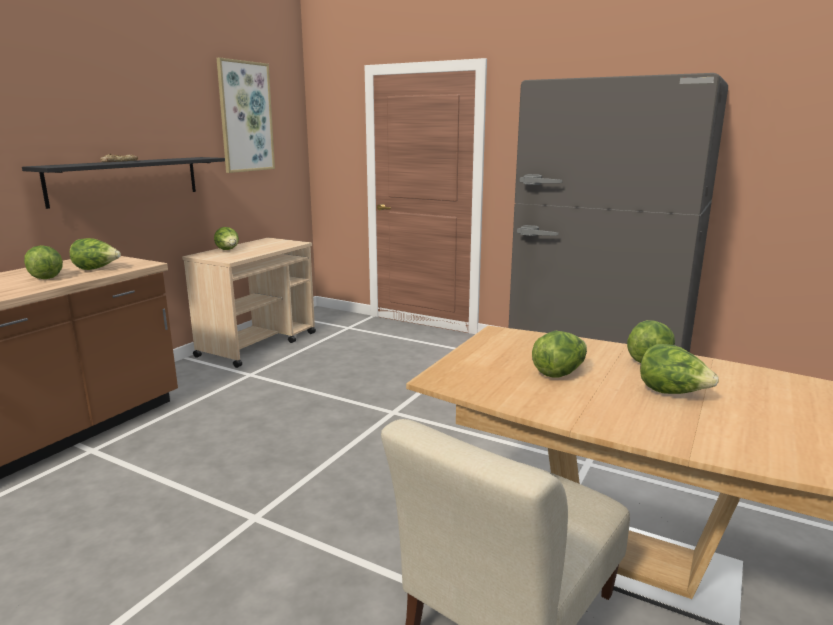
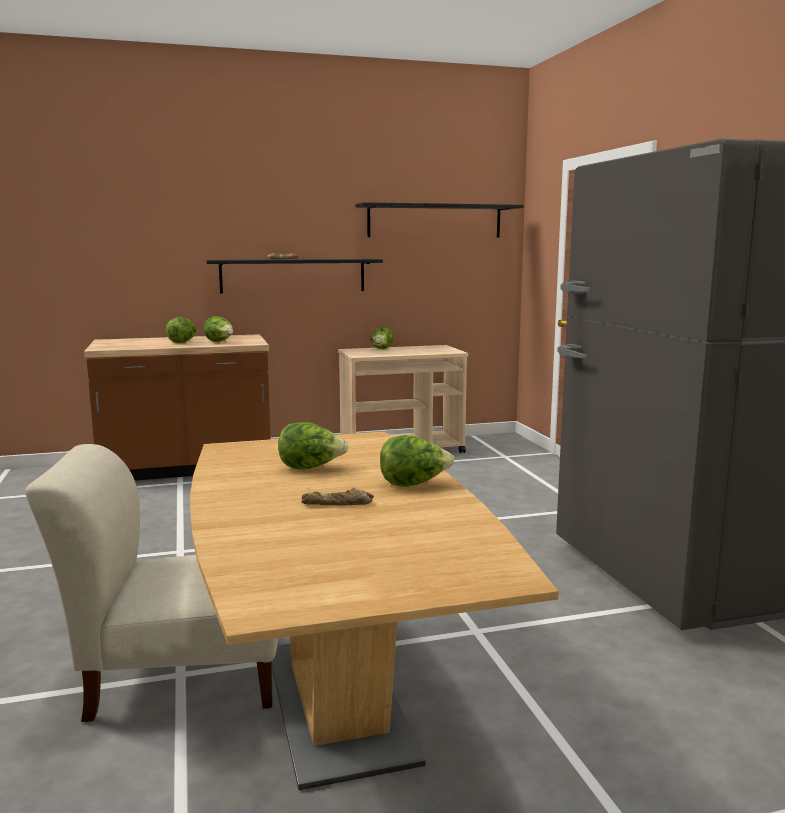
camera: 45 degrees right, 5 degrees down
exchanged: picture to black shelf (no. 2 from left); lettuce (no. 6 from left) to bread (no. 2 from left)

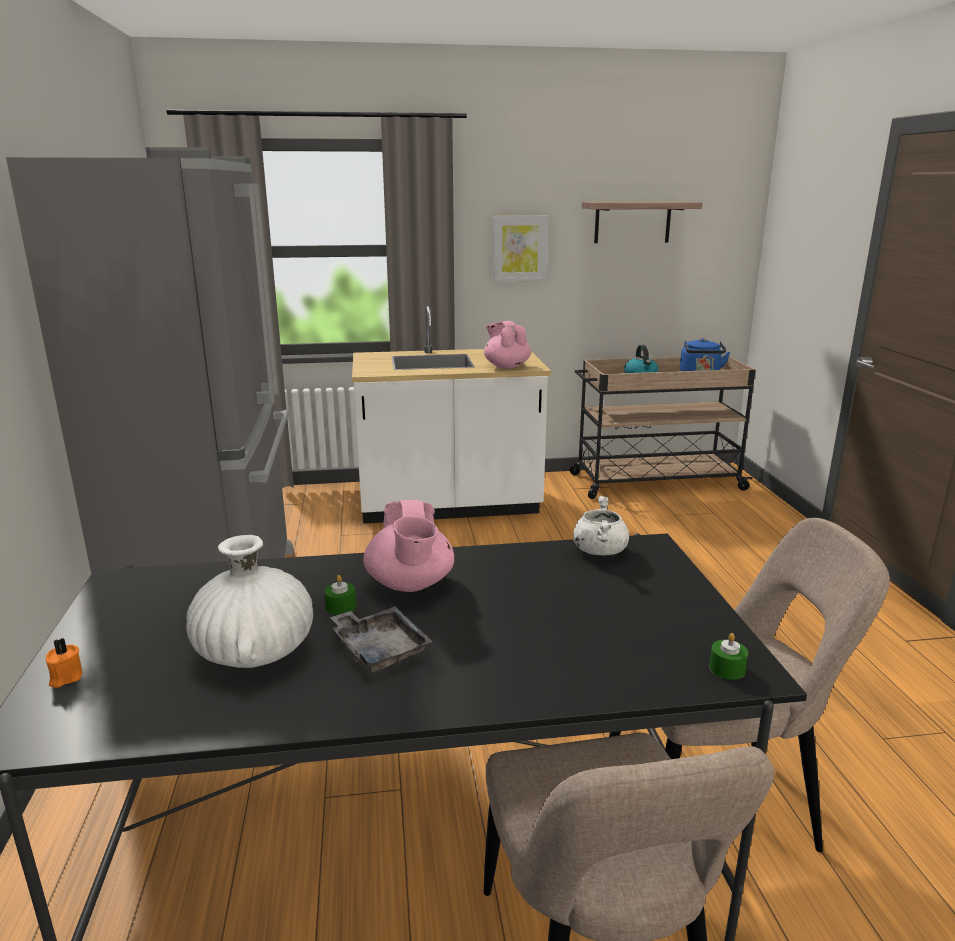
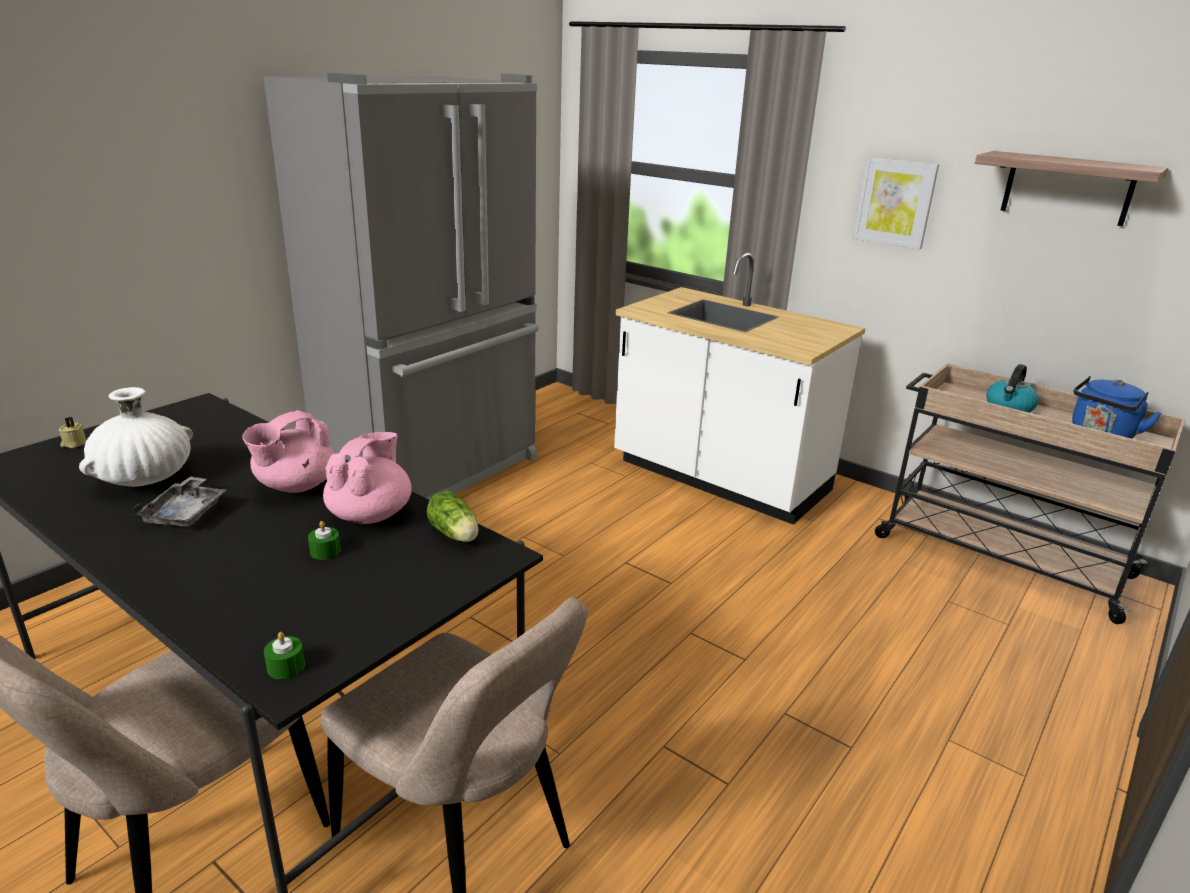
camera: 45 degrees right, 5 degrees up
relocated: green candle (no. 1 from left in the first image) to green candle (no. 2 from left); pink teapot (no. 2 from left)
exchanged: white cooking pot to lettuce
colour: orange candle to beige candle

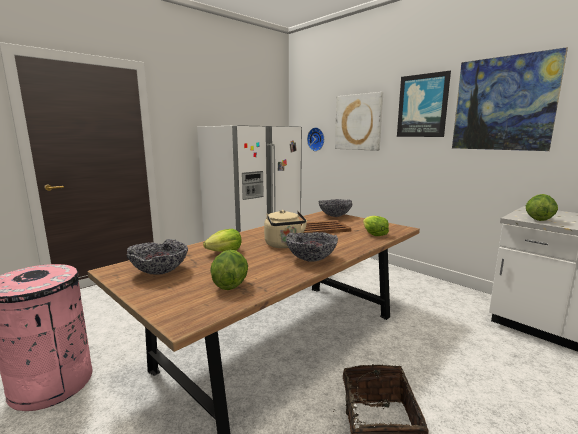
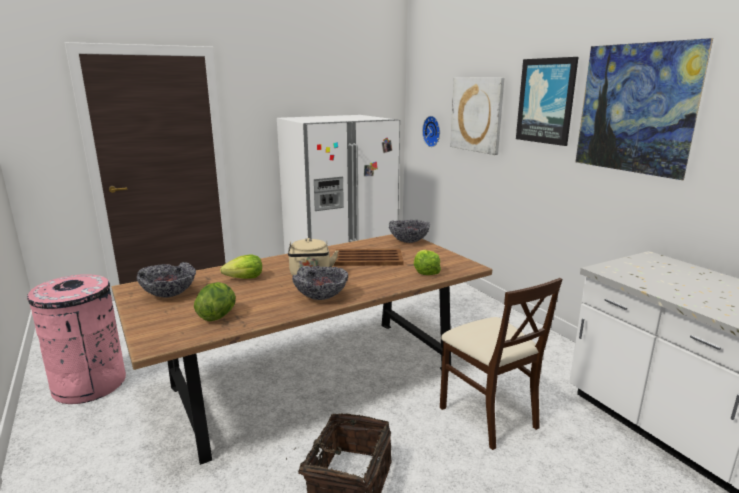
camera: 15 degrees right, 5 degrees up
missing: lettuce (no. 4 from left)
appeared: beige chair

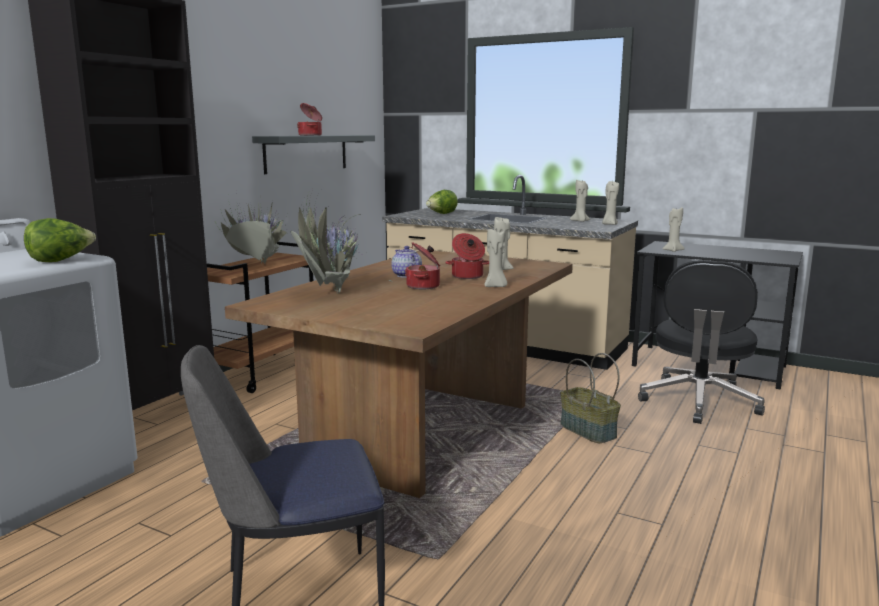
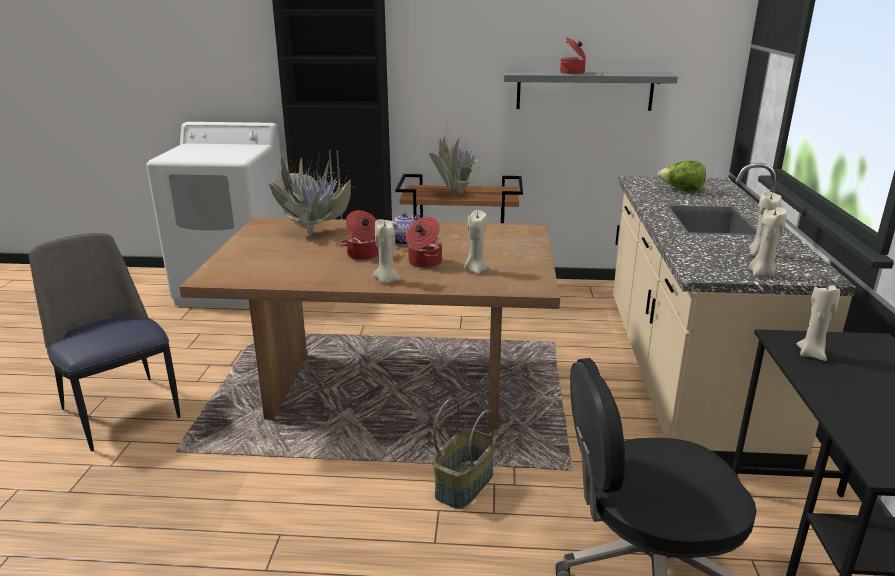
camera: 65 degrees right, 10 degrees up
missing: lettuce (no. 1 from left)

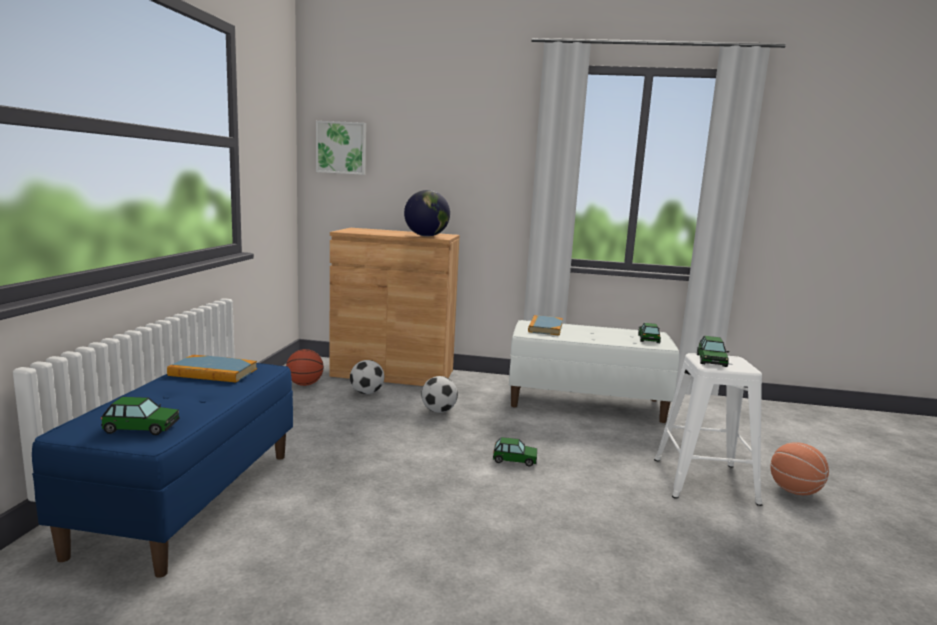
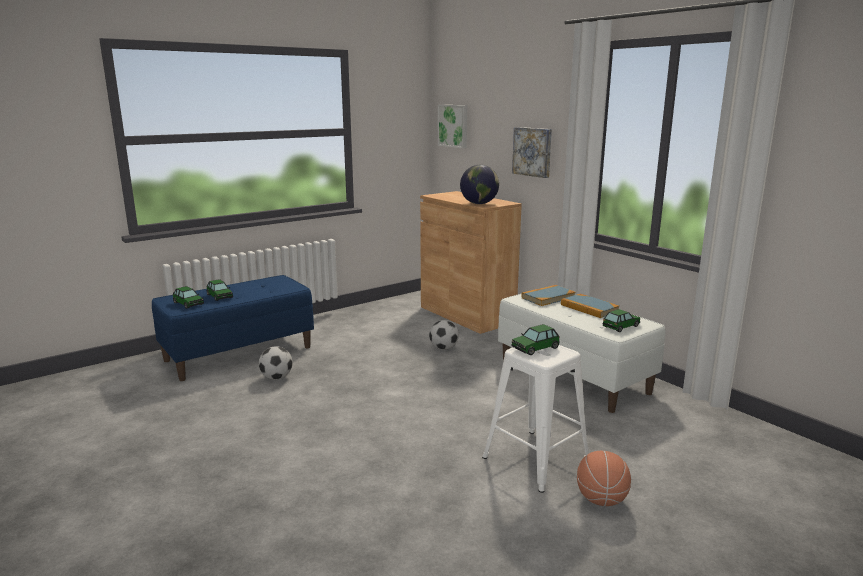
camera: 45 degrees right, 5 degrees up
missing: basketball (no. 1 from left)
appeared: picture (no. 2 from left)
relocated: book (no. 1 from left in the first image) to book (no. 2 from left); football (no. 1 from left); toy car (no. 2 from left)

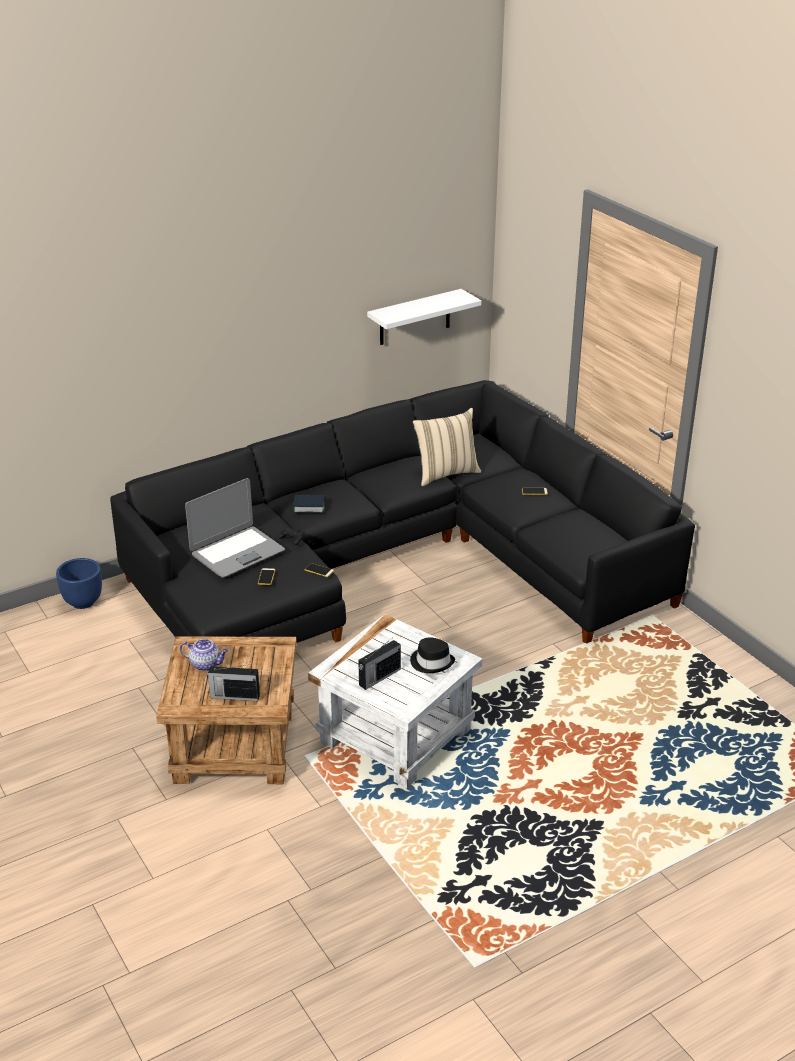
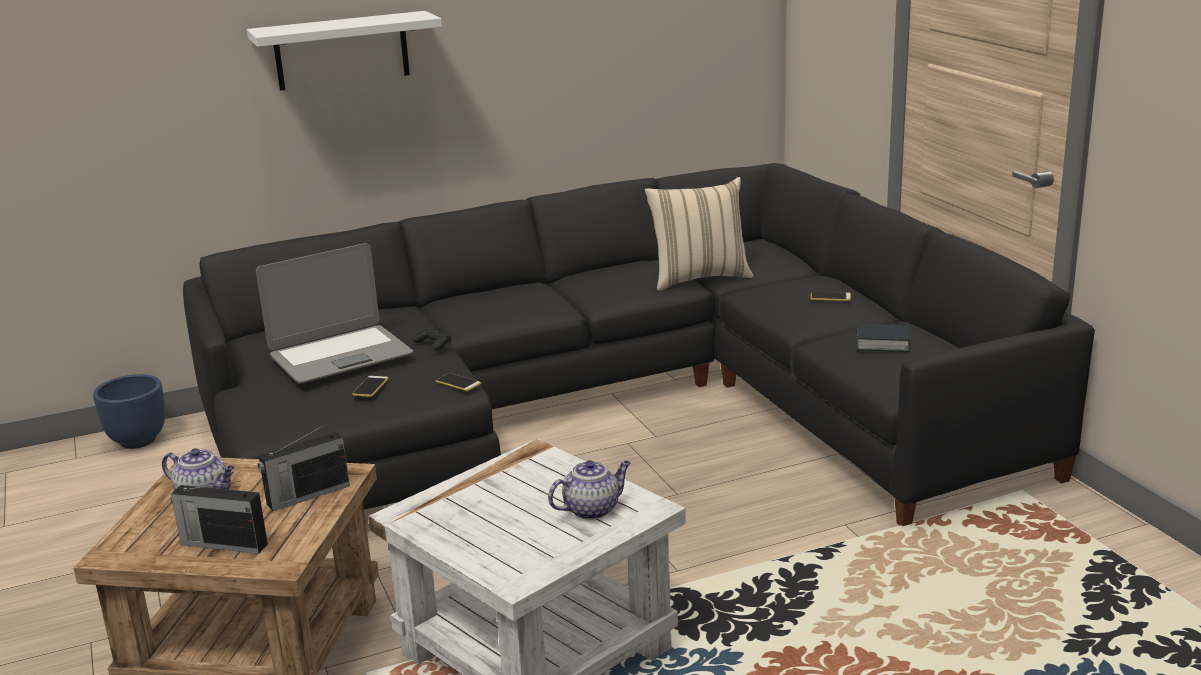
camera: 10 degrees right, 10 degrees down
relocated: book; radio (no. 2 from left); white shelf
exchanged: black hat to teapot (no. 2 from left)

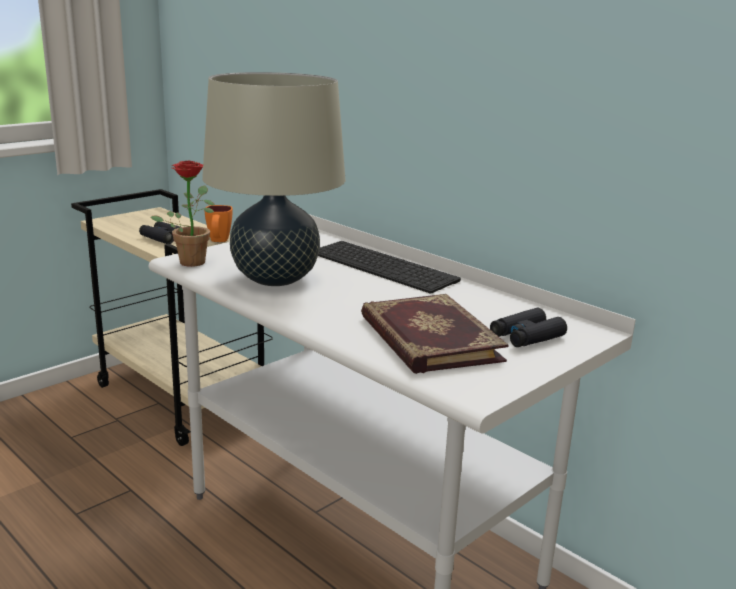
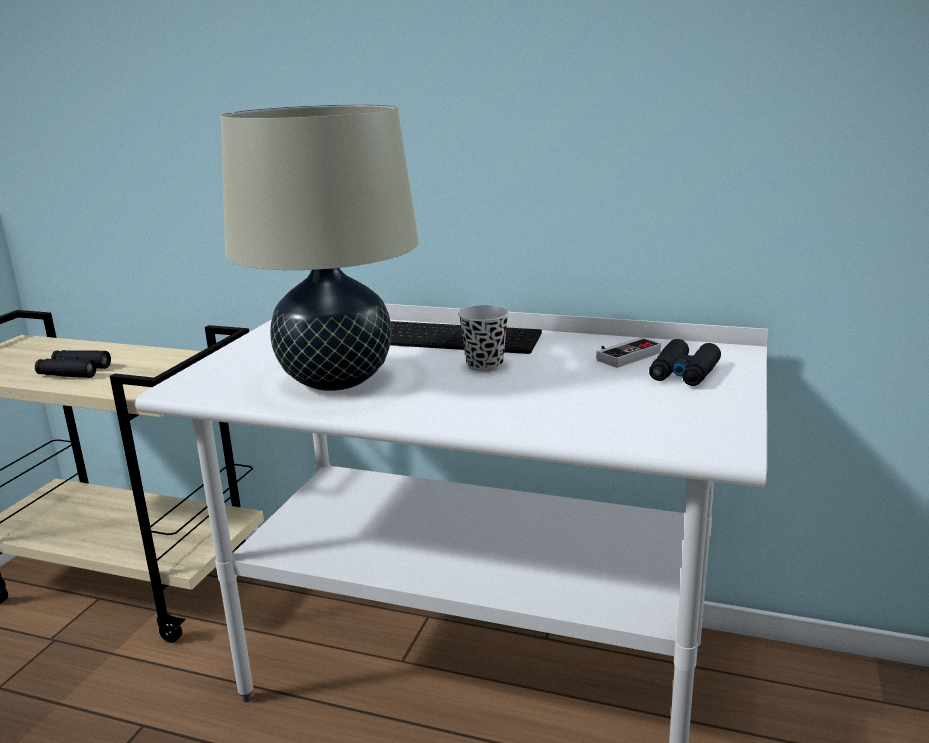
camera: 25 degrees left, 0 degrees up
missing: potted plant; orange mug; book
appeared: black cup; game controller

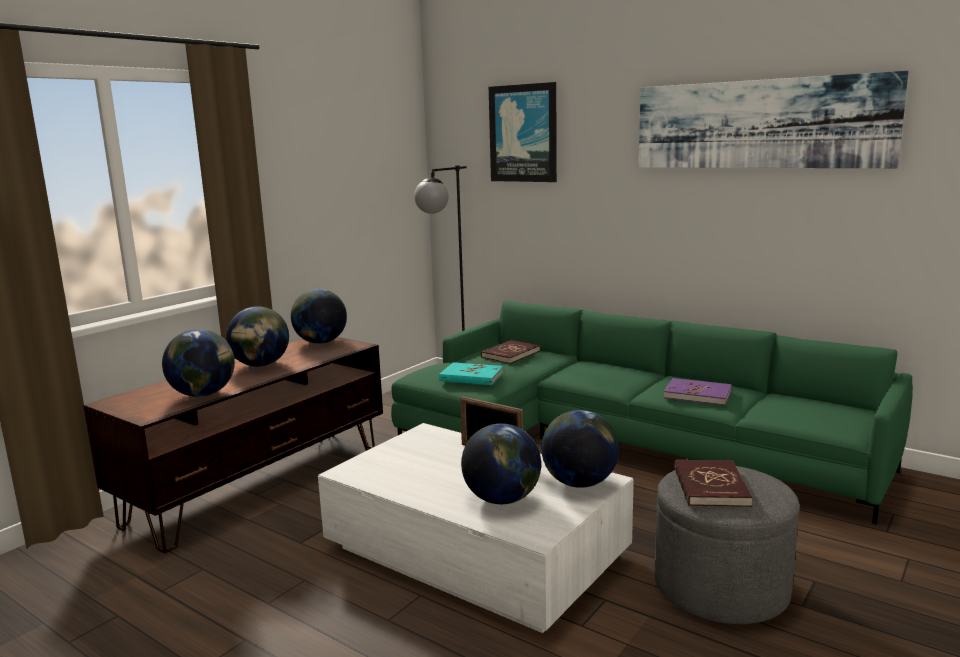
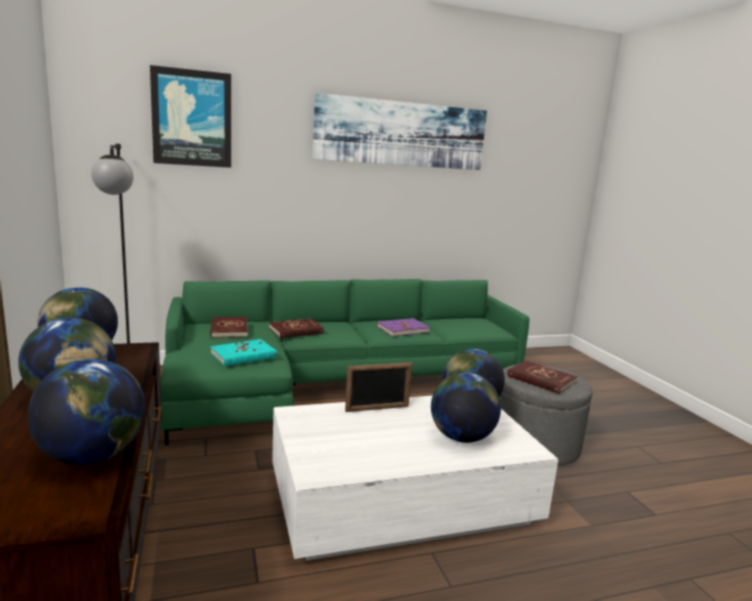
camera: 55 degrees left, 0 degrees up
appeared: red book (no. 2 from left)

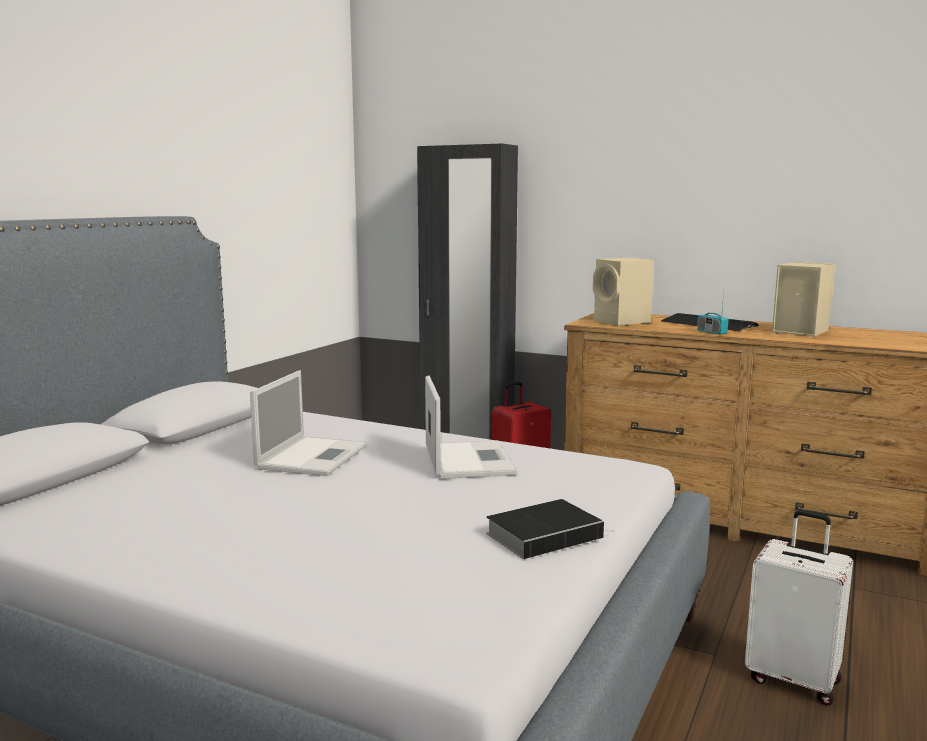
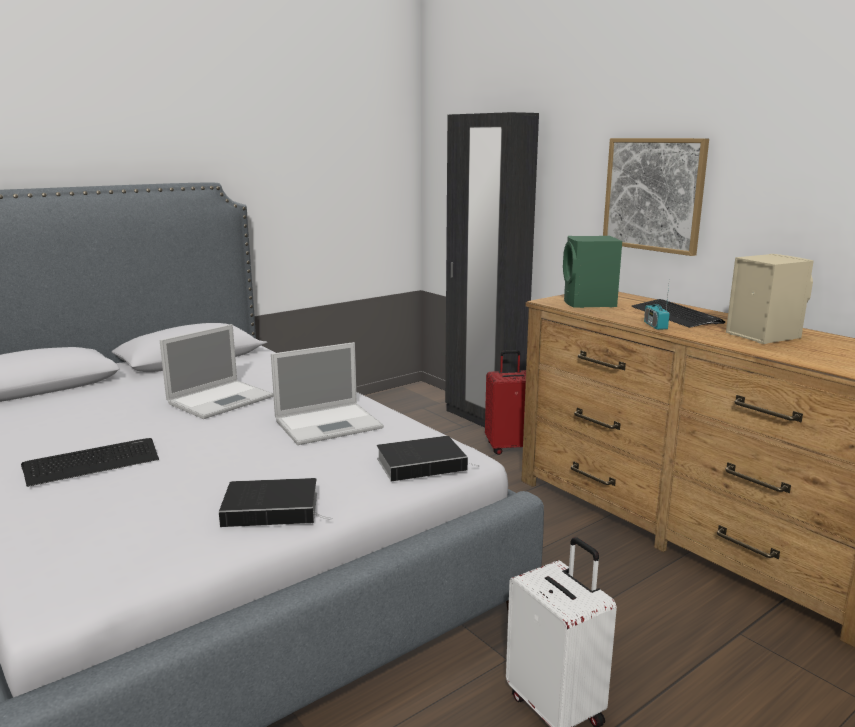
camera: 25 degrees right, 5 degrees up
appeared: keyboard (no. 1 from left); book (no. 2 from left); picture
colour: beige speaker (no. 1 from left) to green speaker
spun: laptop (no. 2 from left) 45 degrees clockwise

